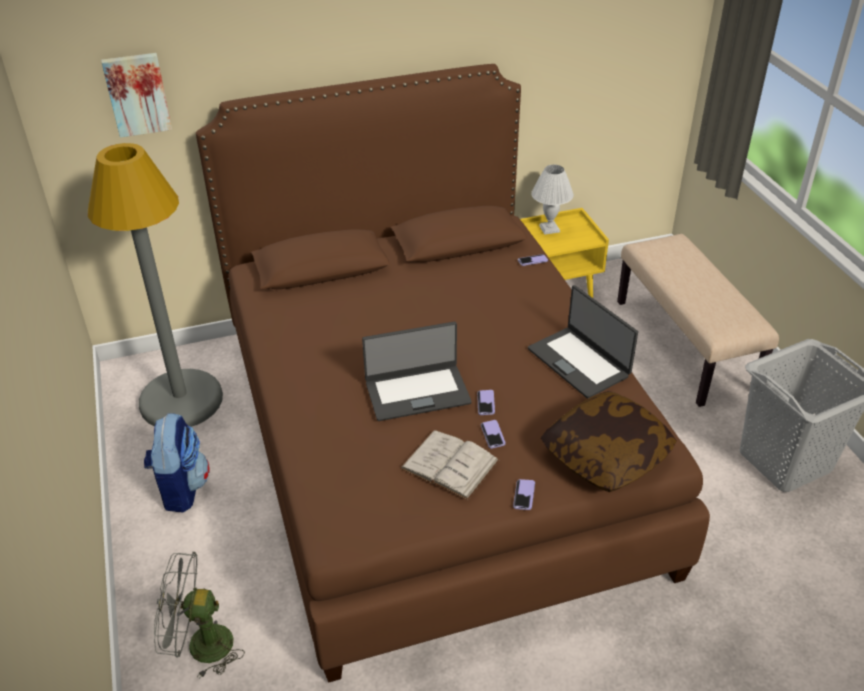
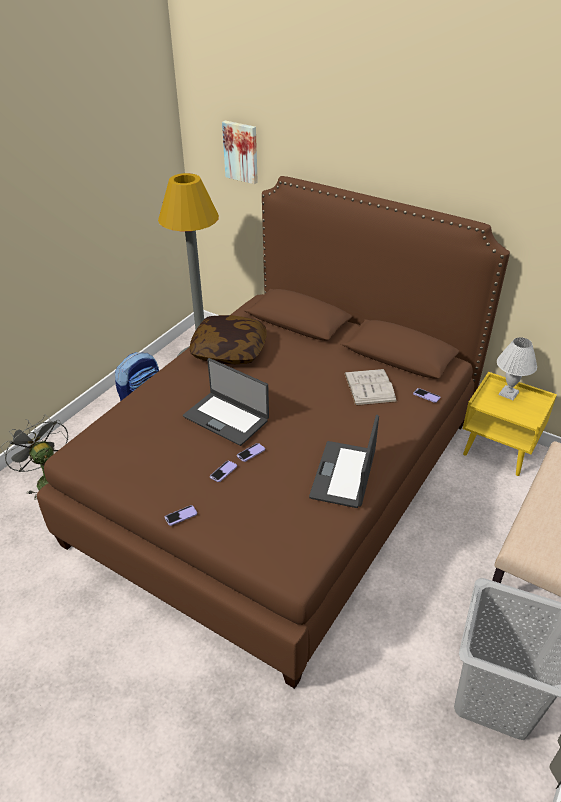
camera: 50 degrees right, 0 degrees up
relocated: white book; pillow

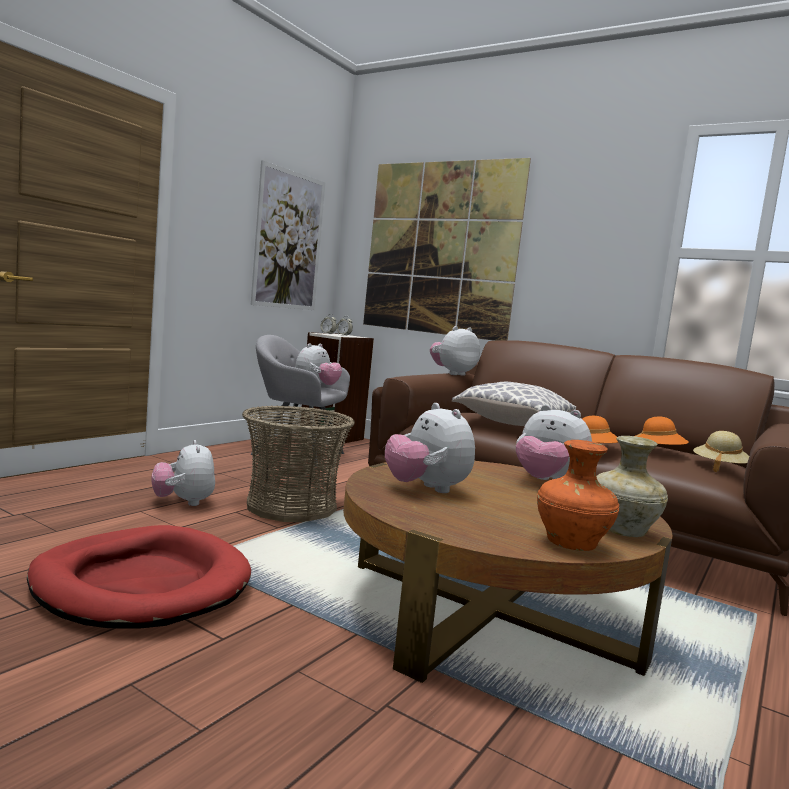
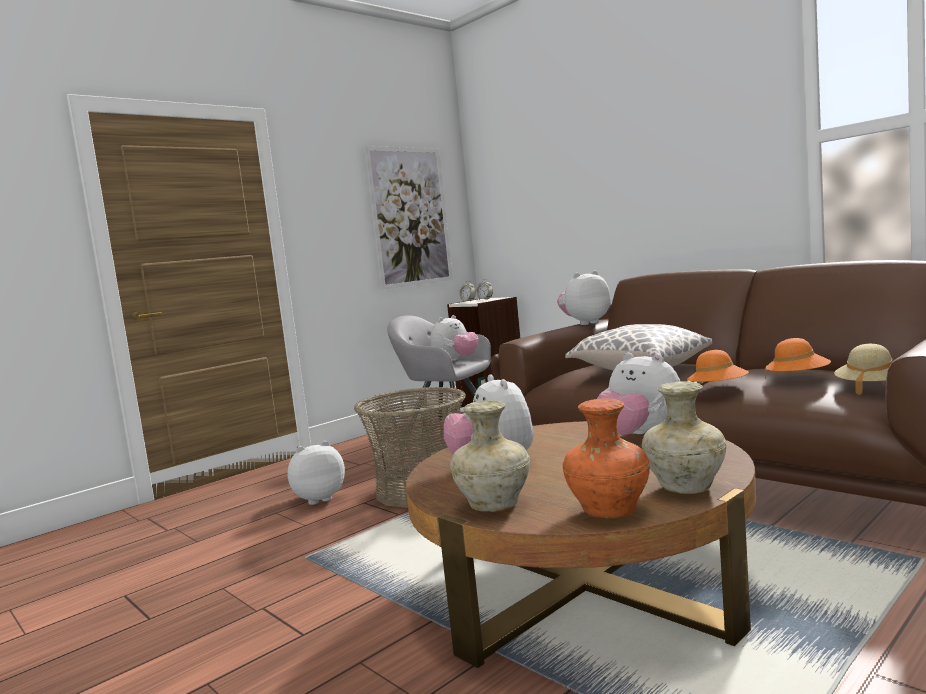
camera: 15 degrees right, 0 degrees up
missing: red dog bed; picture (no. 2 from left)
appeared: beige vase (no. 1 from left)
spun: plush toy (no. 1 from left) 75 degrees clockwise

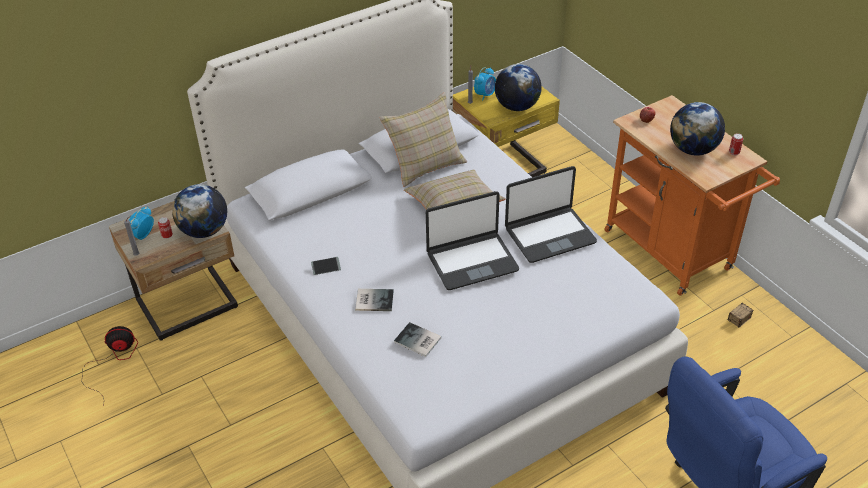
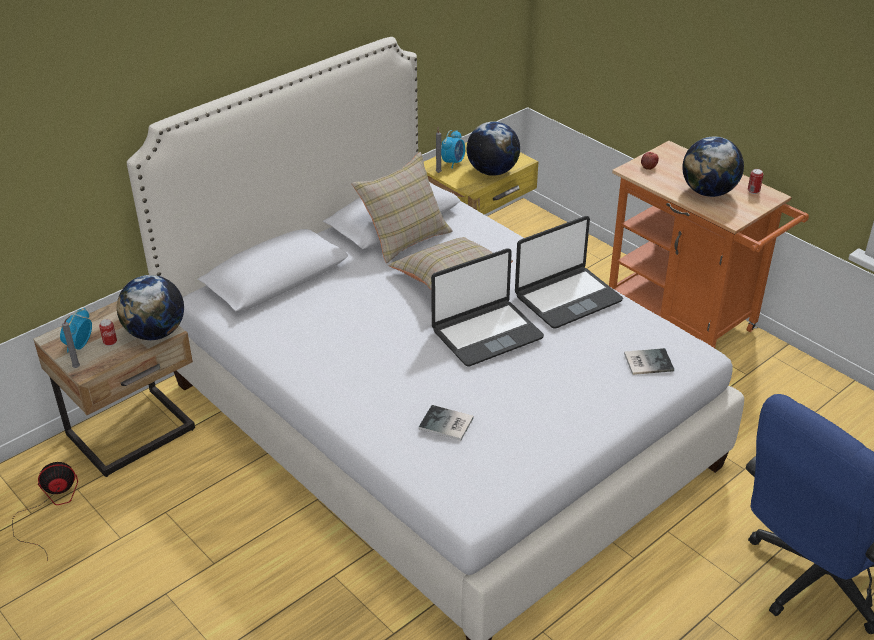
camera: 10 degrees left, 5 degrees down
missing: phone; storage box
relocated: book (no. 1 from left in the first image) to book (no. 2 from left)

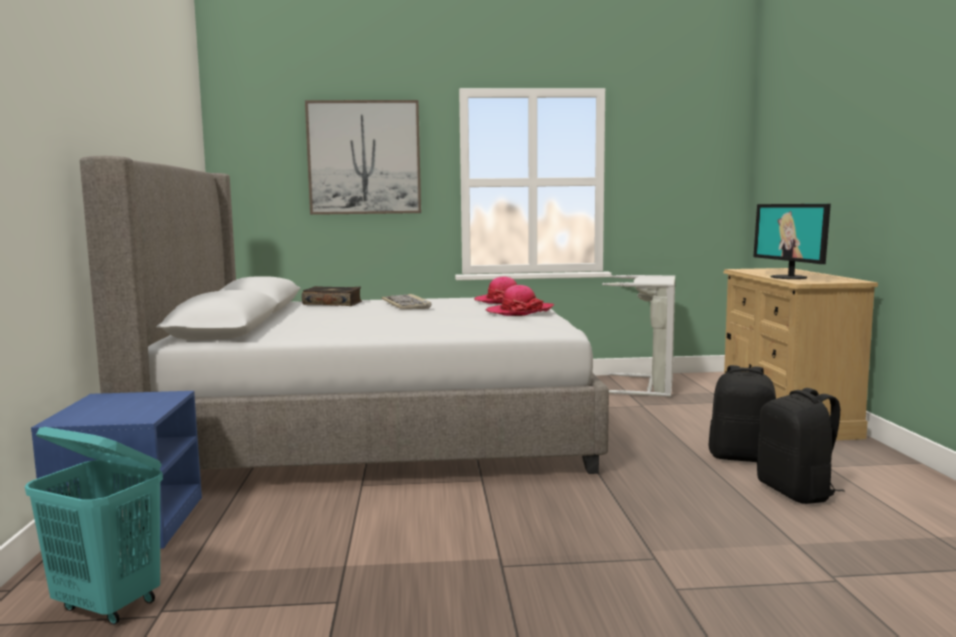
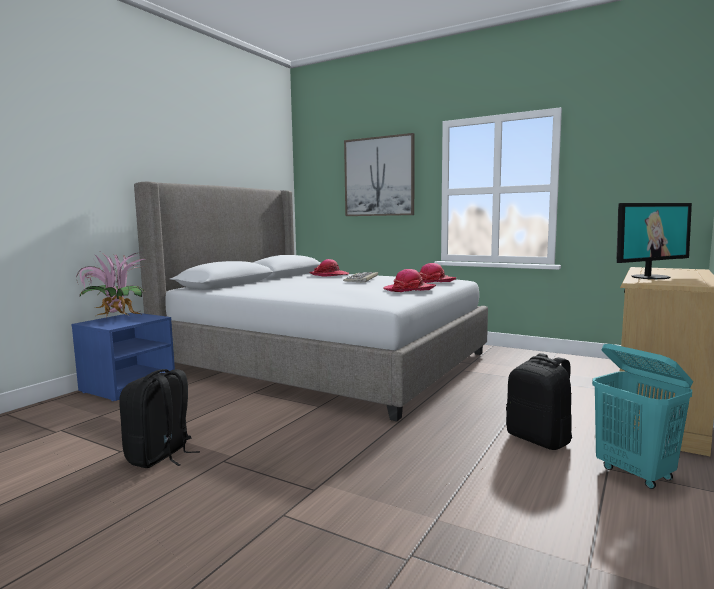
camera: 35 degrees right, 0 degrees up
missing: grey laundry basket
appeared: potted plant
relocated: turquoise laundry basket; black backpack (no. 2 from left in the first image) to black backpack (no. 1 from left)
exchanged: book to hat (no. 1 from left)
spun: monitor 135 degrees counterclockwise

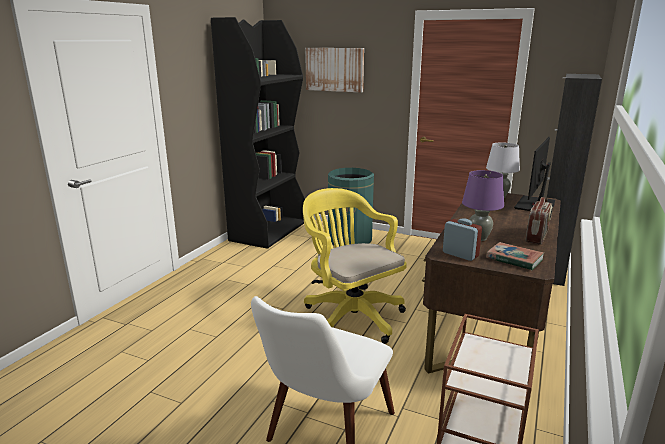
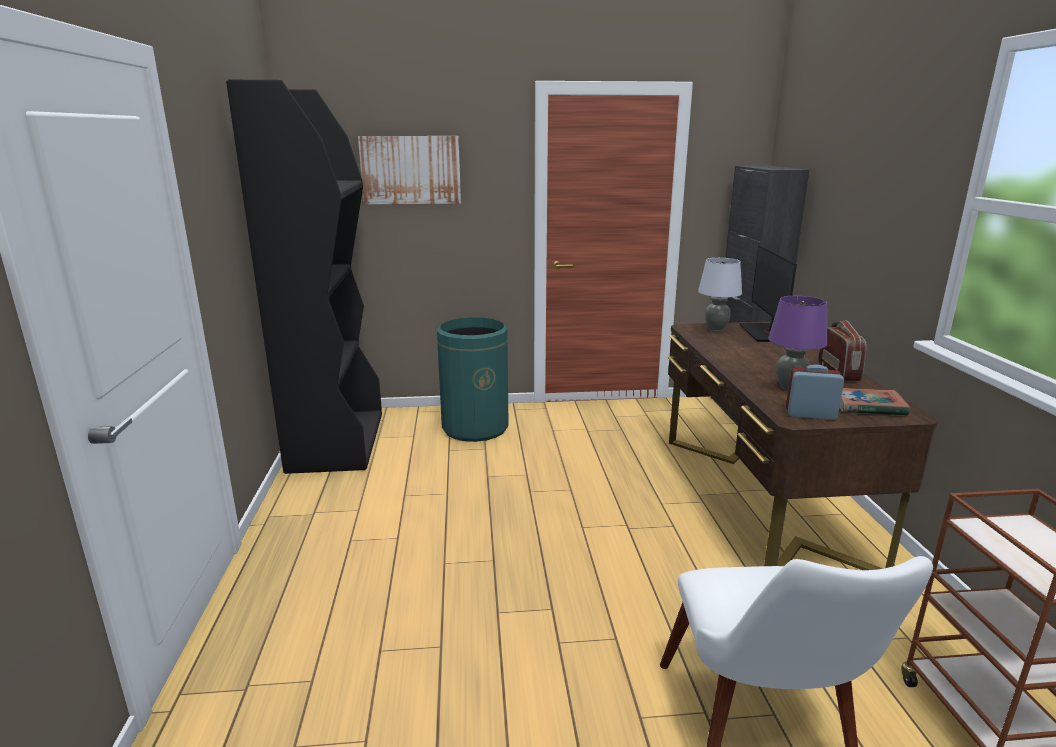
camera: 30 degrees left, 0 degrees up
missing: yellow office chair

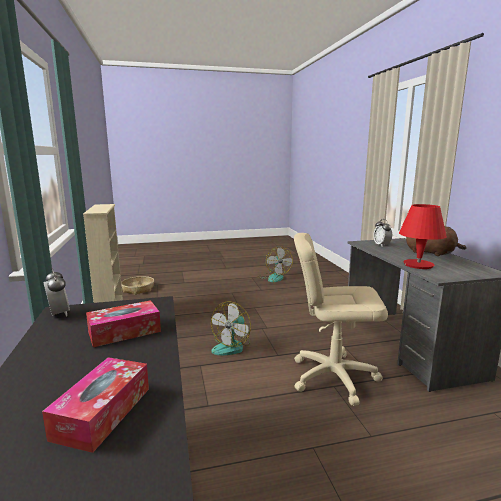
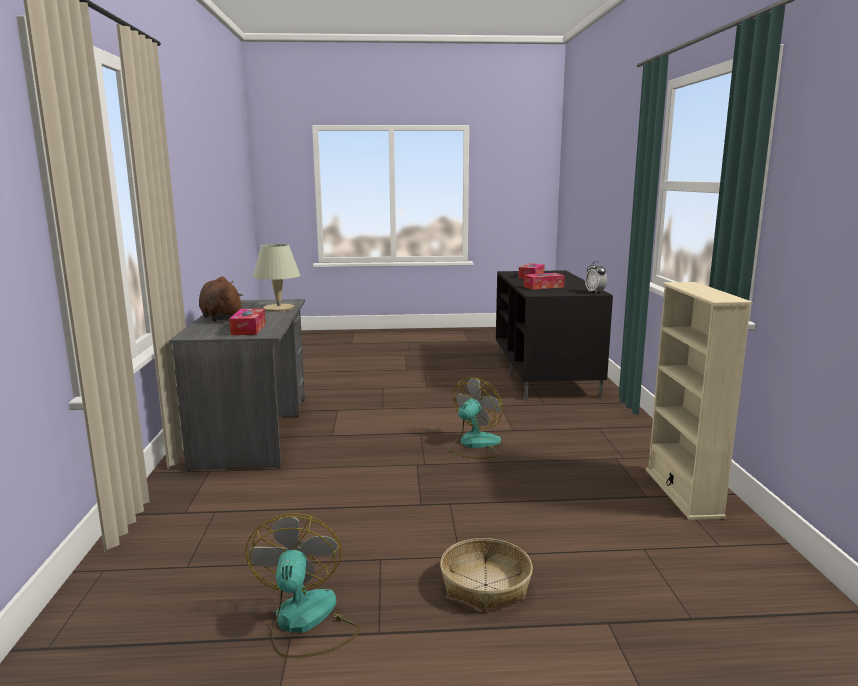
camera: 170 degrees left, 0 degrees up
missing: beige office chair
relocated: basket
exchanged: alarm clock (no. 2 from left) to tissue box (no. 1 from left)
colour: red table lamp to beige table lamp

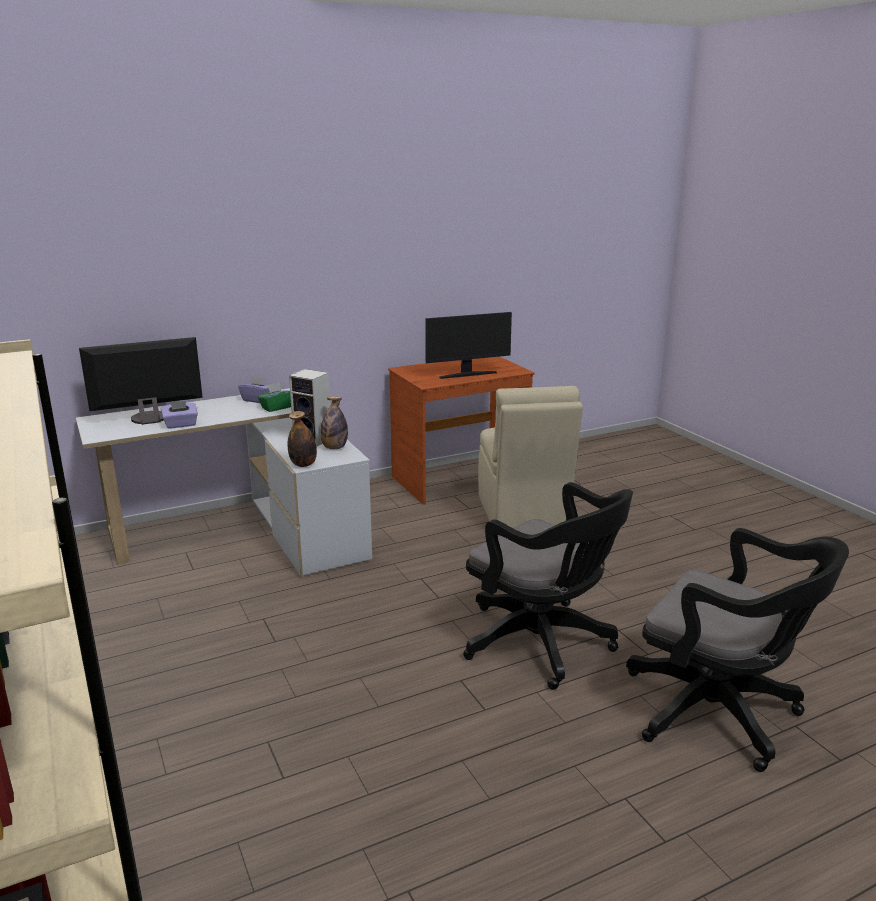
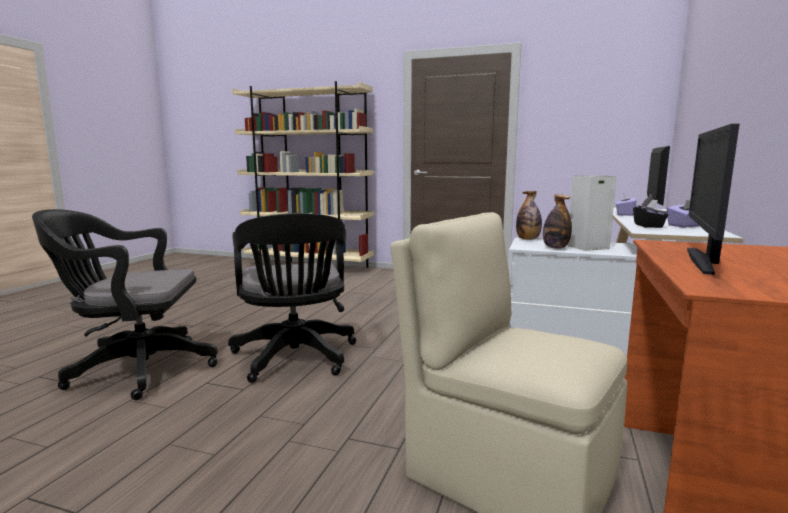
camera: 135 degrees right, 10 degrees down
colour: green tissue box to black tissue box
spun: black office chair (no. 1 from left in the first image) 105 degrees counterclockwise

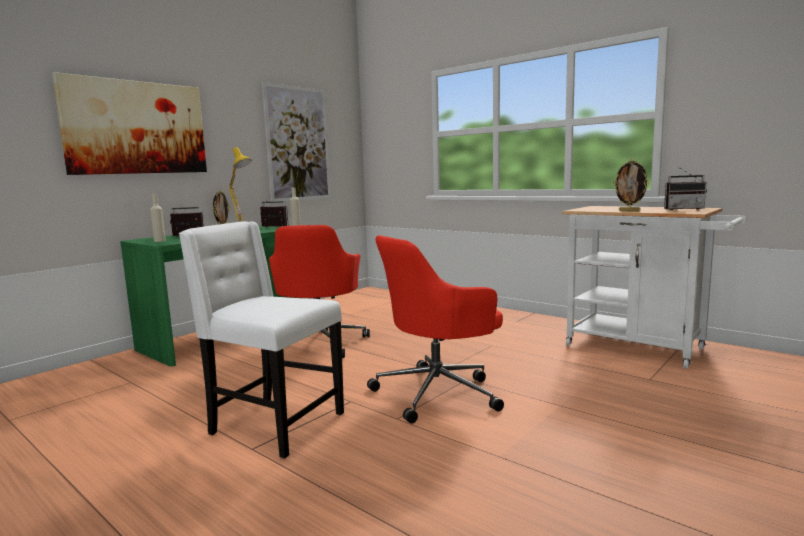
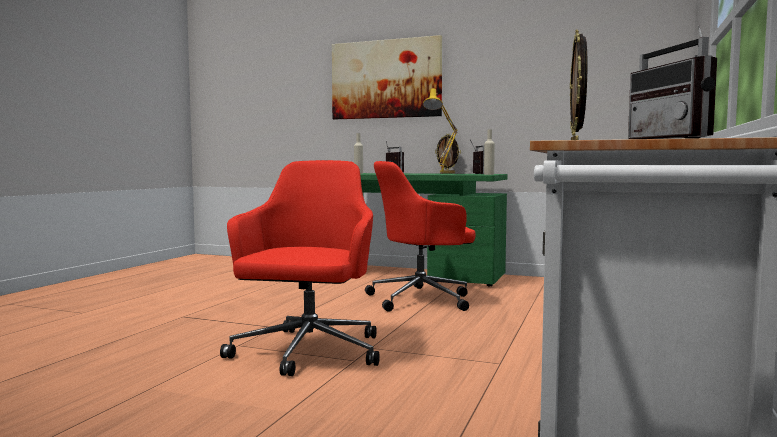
camera: 70 degrees right, 5 degrees down
missing: white chair; picture (no. 2 from left)
spun: red office chair (no. 2 from left in the first image) 60 degrees clockwise

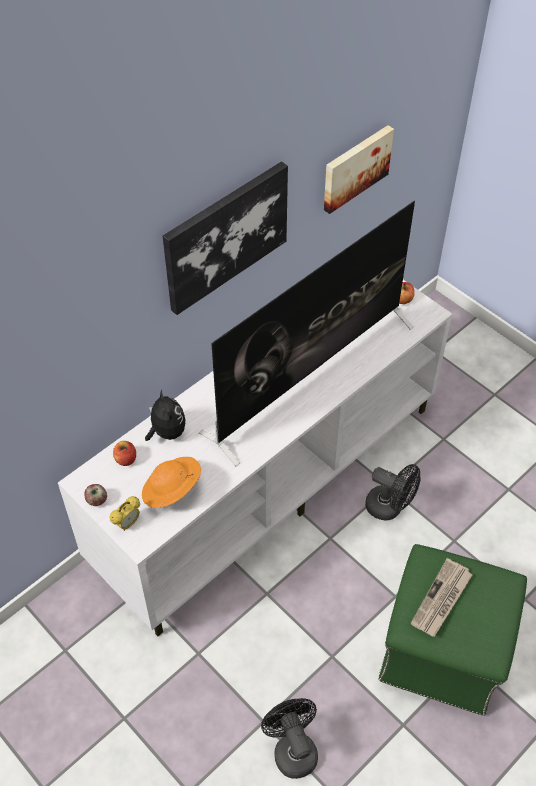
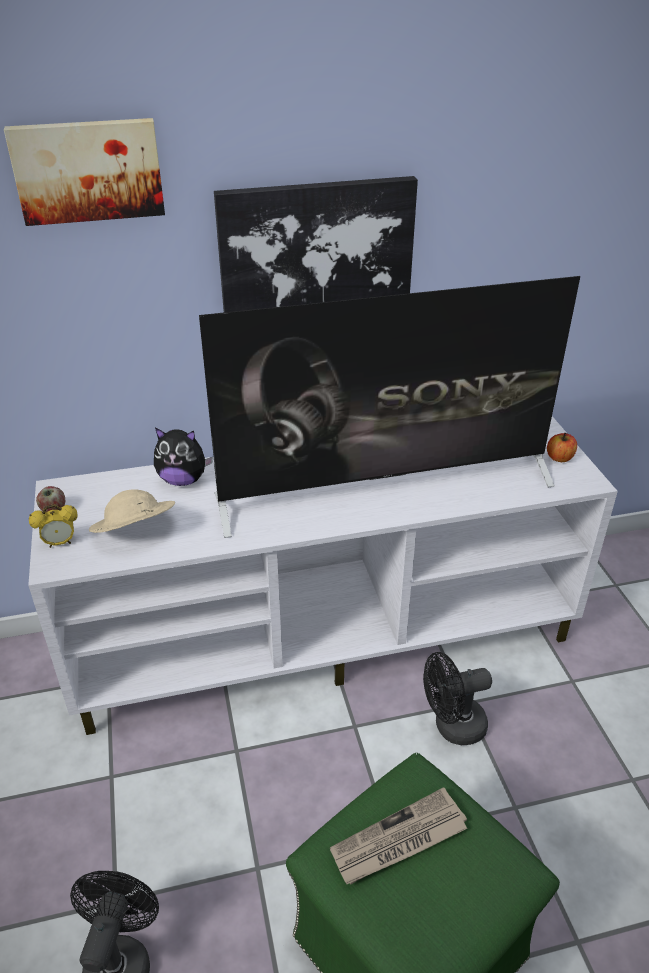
camera: 30 degrees right, 15 degrees down
missing: apple (no. 2 from left)
relocated: picture (no. 2 from left in the first image) to picture (no. 1 from left)
colour: orange hat to beige hat
spun: plush toy 90 degrees clockwise; black fan (no. 2 from left) 105 degrees clockwise

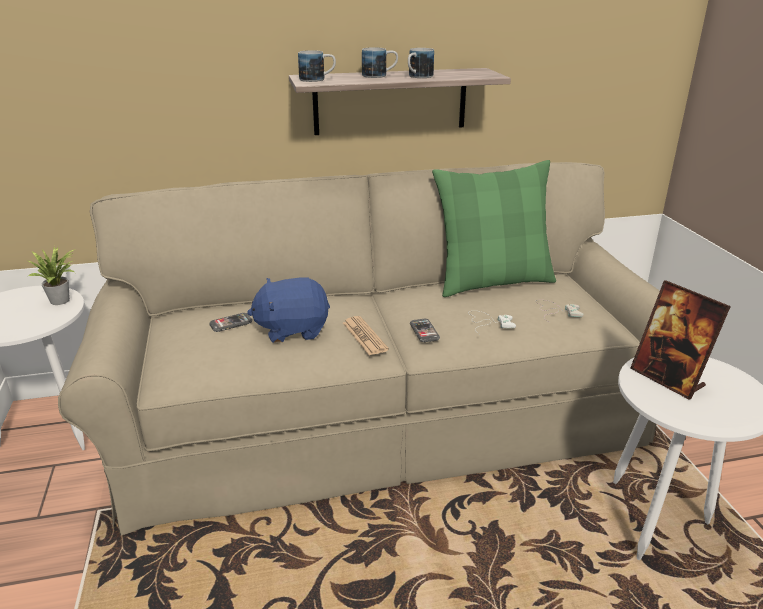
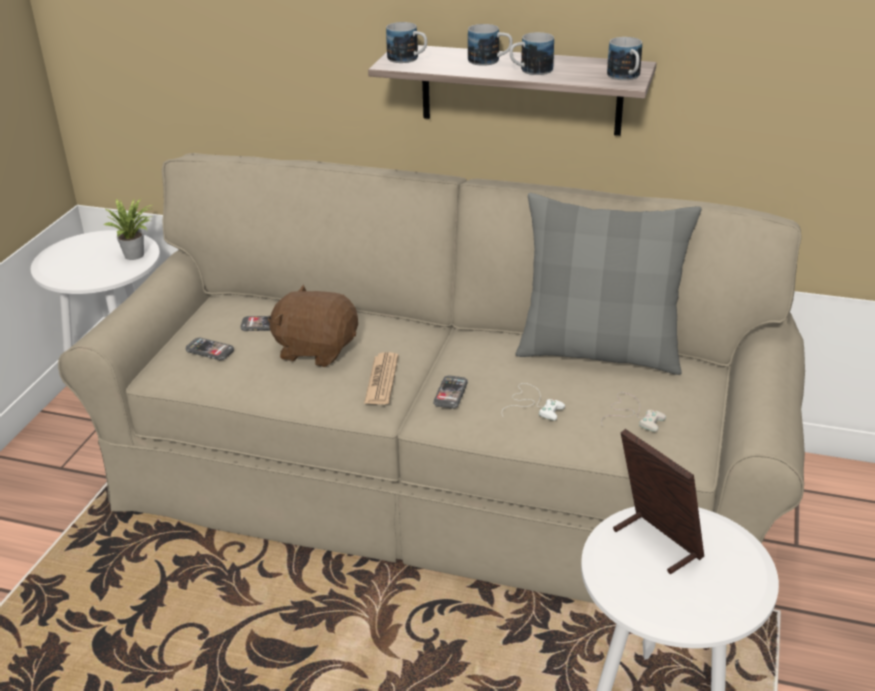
camera: 30 degrees right, 5 degrees up
appeared: phone (no. 1 from left); mug (no. 4 from left)
colour: blue plush toy to brown plush toy; green pillow to grey pillow
spun: picture frame 150 degrees clockwise

